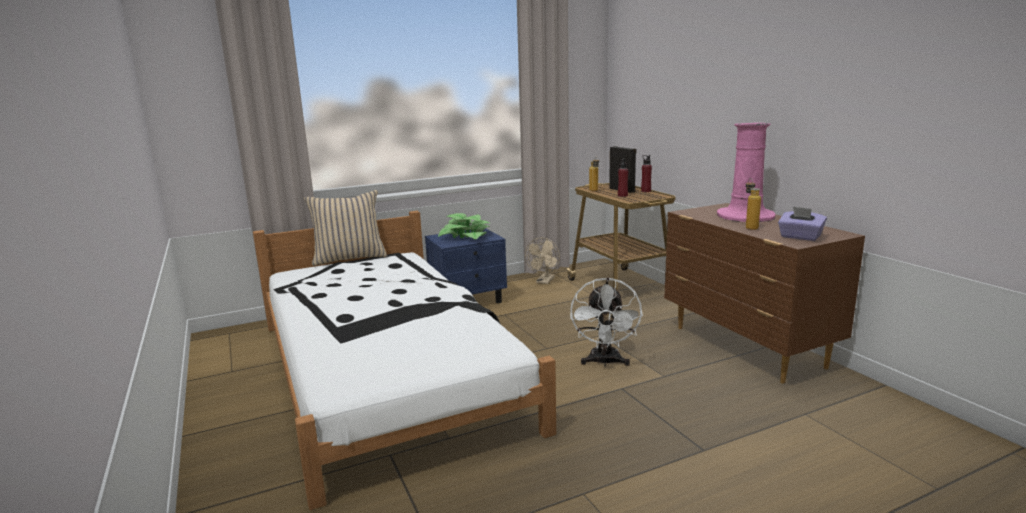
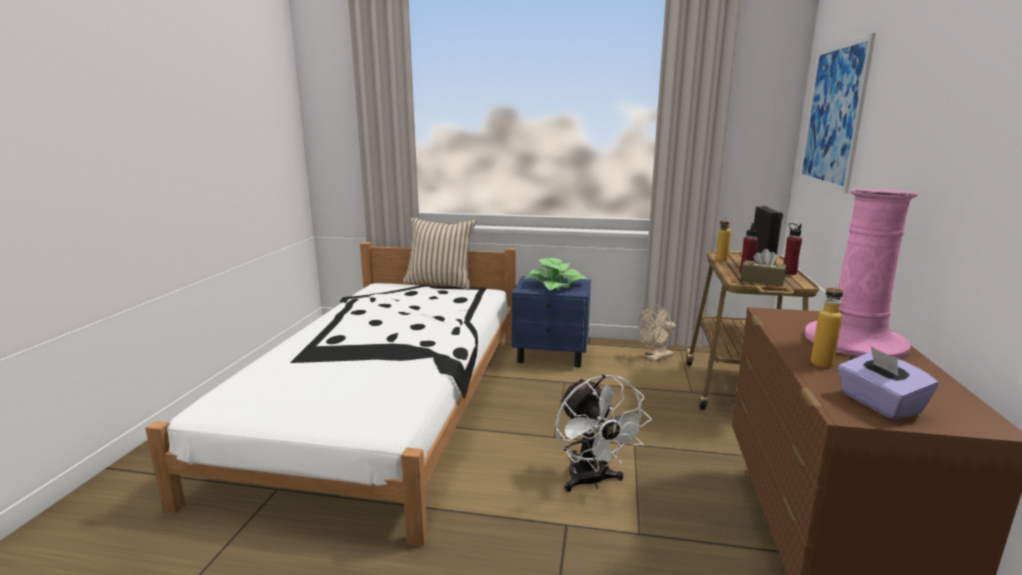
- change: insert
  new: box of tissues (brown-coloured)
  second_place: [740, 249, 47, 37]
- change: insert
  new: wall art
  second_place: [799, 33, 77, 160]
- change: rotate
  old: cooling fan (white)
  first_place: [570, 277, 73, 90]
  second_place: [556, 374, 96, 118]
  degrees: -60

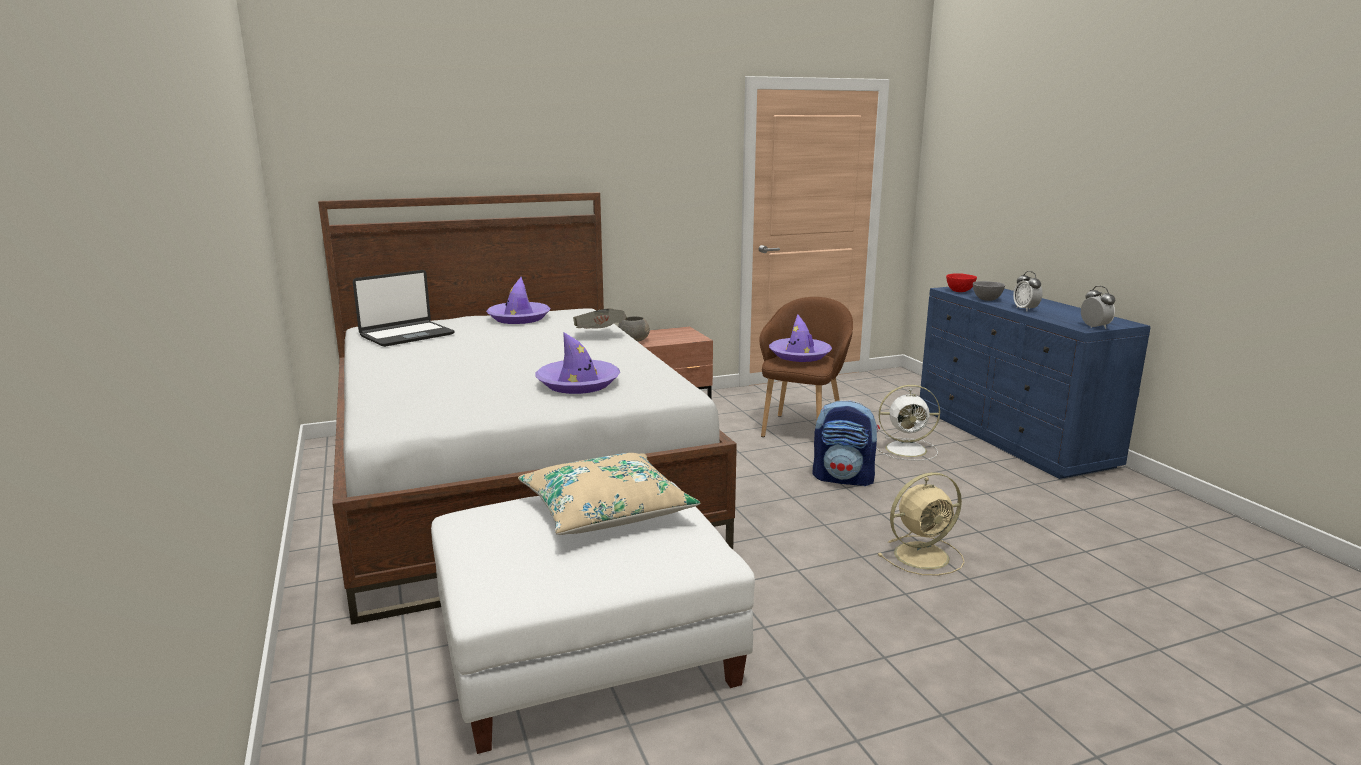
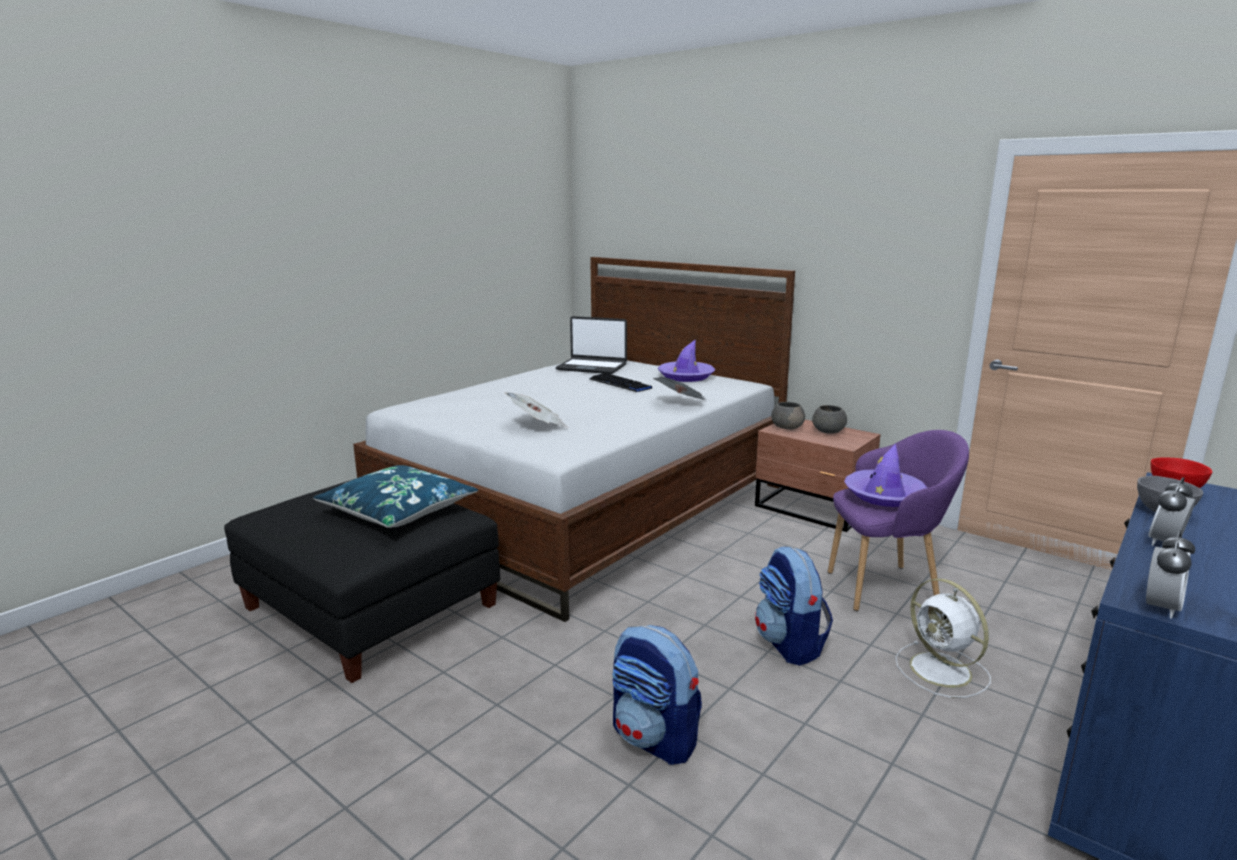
- change: insert
  new: keyboard
  second_place: [589, 373, 63, 19]
- change: insert
  new: bowl (greyish)
  second_place: [812, 405, 35, 29]
- change: replace
  old: wearable hat (purplish)
  new: printed paper
  first_place: [535, 332, 85, 62]
  second_place: [504, 392, 64, 35]
- change: replace
  old: cooling fan (beige-coloured)
  new: backpack
  first_place: [877, 472, 88, 103]
  second_place: [613, 625, 89, 140]
- change: recolor
  old: pouffe (white)
  new: pouffe (black)
  first_place: [431, 481, 324, 273]
  second_place: [224, 479, 276, 204]
- change: recolor
  old: cushion (beige-coloured)
  new: cushion (blue-coloured)
  first_place: [518, 453, 182, 82]
  second_place: [313, 465, 165, 63]
- change: recolor
  old: easy chair (brown-coloured)
  new: easy chair (purplish)
  first_place: [759, 297, 94, 140]
  second_place: [828, 430, 141, 181]

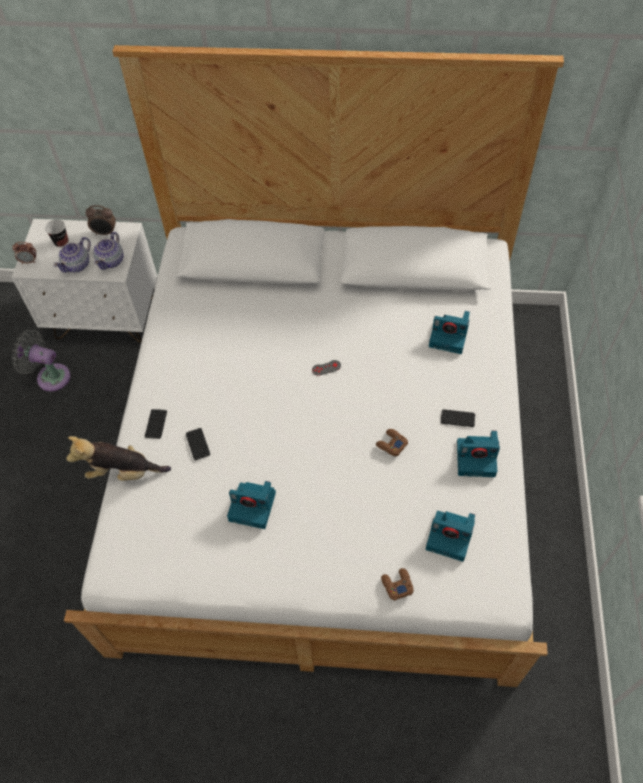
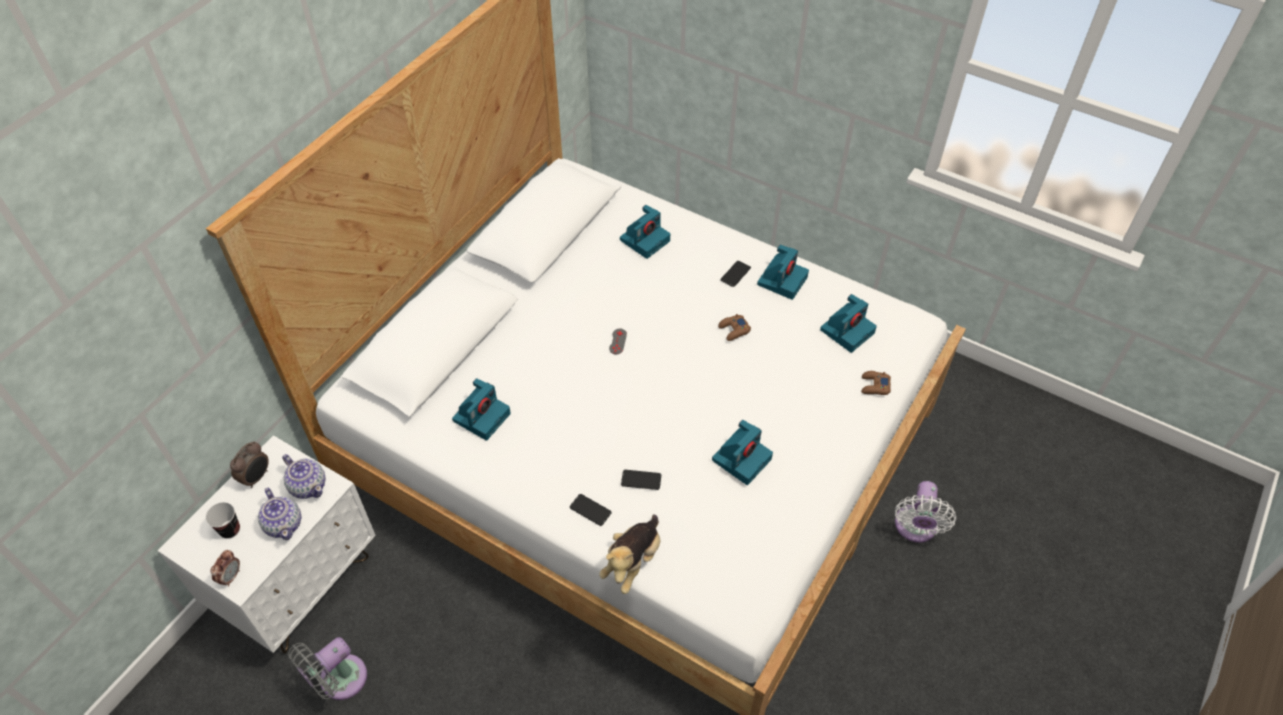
- change: insert
  new: still camera
  second_place: [452, 378, 59, 63]
- change: insert
  new: cooling fan (white)
  second_place: [895, 481, 61, 62]

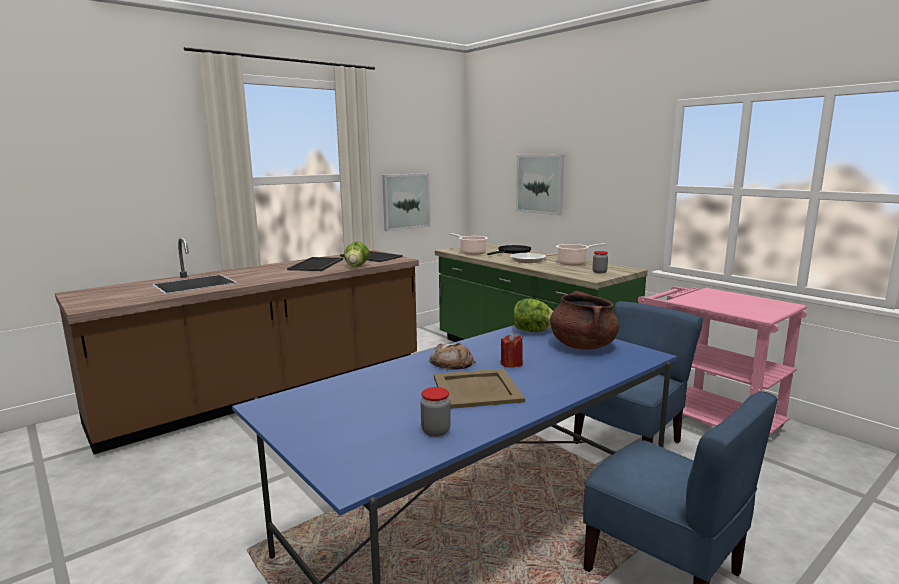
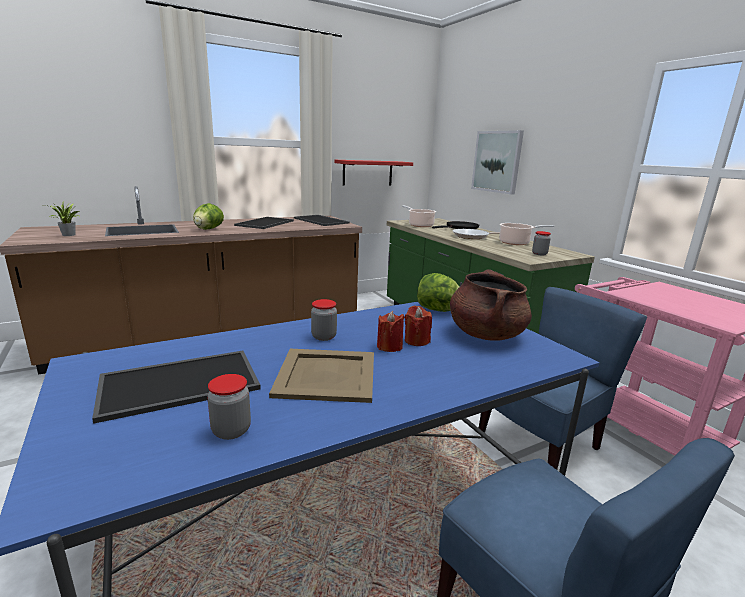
- change: insert
  new: potted plant
  second_place: [46, 201, 34, 35]
- change: insert
  new: serving tray
  second_place: [92, 351, 169, 73]
- change: insert
  new: candle (red)
  second_place: [405, 306, 27, 40]
- change: move
  old: head of lettuce
  first_place: [344, 241, 26, 26]
  second_place: [193, 203, 31, 27]
- change: replace
  old: wall art
  new: wall shelf (red)
  first_place: [382, 173, 49, 58]
  second_place: [335, 160, 78, 26]
- change: replace
  old: baked bread
  new: preserve jar
  first_place: [429, 342, 46, 28]
  second_place: [311, 299, 26, 42]

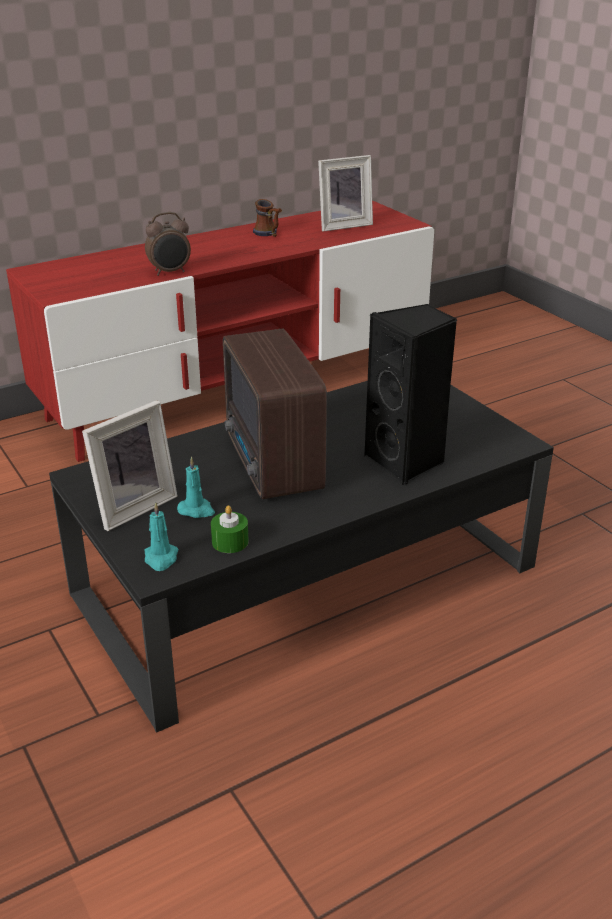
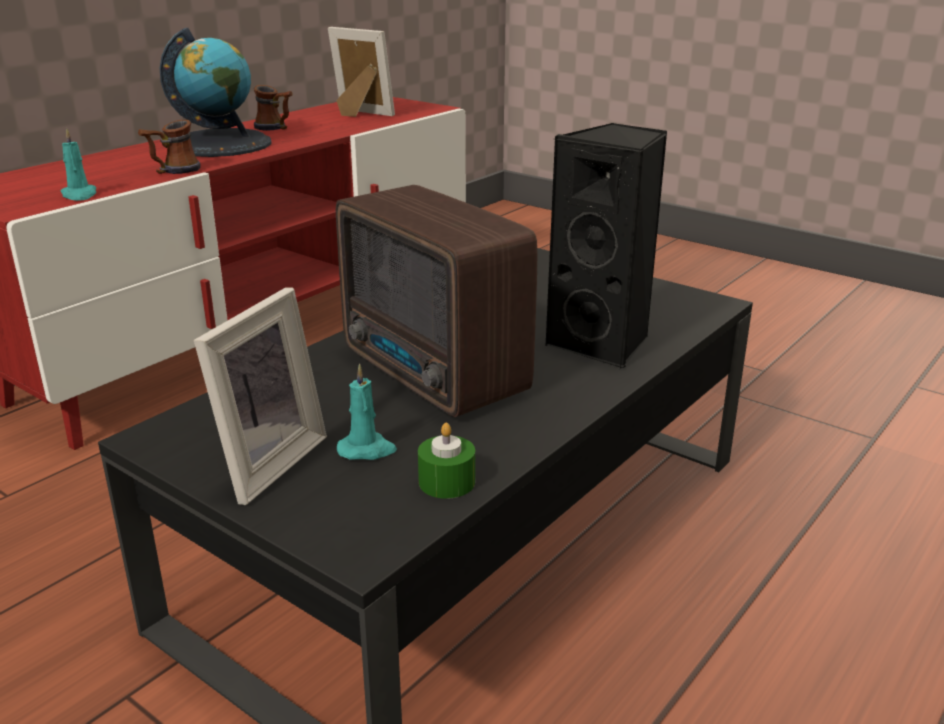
- change: insert
  new: desk globe
  second_place: [160, 28, 112, 129]
- change: move
  old: candle (blue-green)
  first_place: [145, 502, 34, 69]
  second_place: [61, 128, 35, 73]
- change: replace
  old: table clock
  new: coffee mug
  first_place: [145, 212, 46, 64]
  second_place: [138, 120, 63, 54]
- change: rotate
  old: photo frame
  first_place: [318, 155, 55, 77]
  second_place: [328, 27, 67, 90]
  degrees: -105

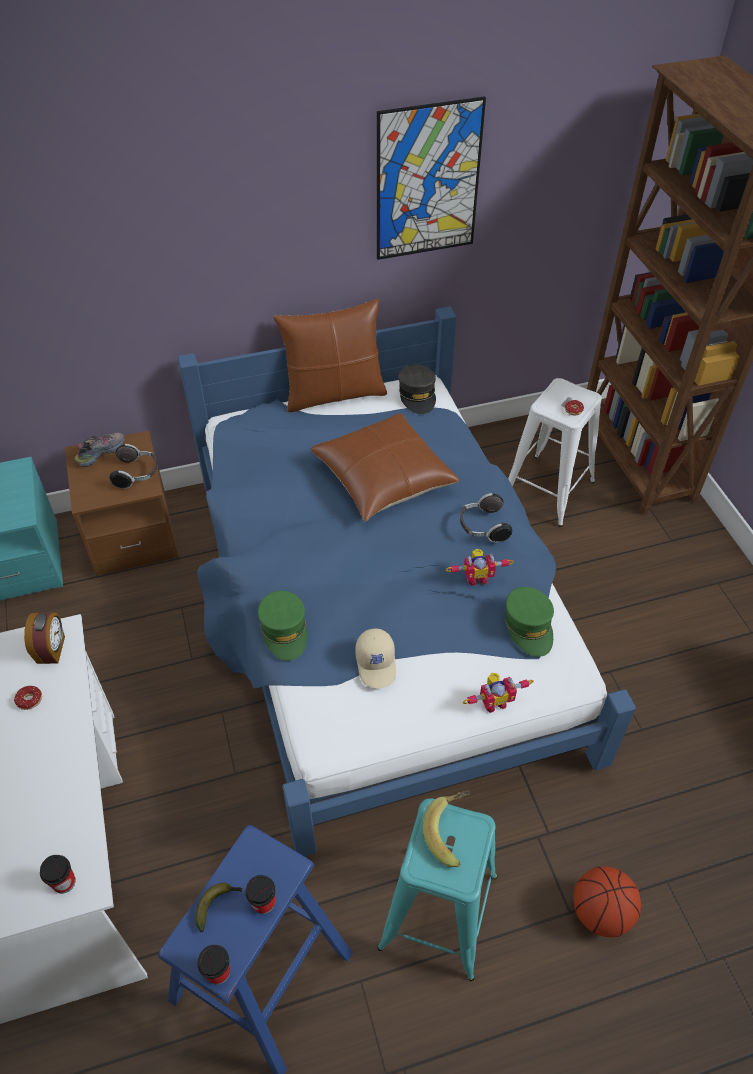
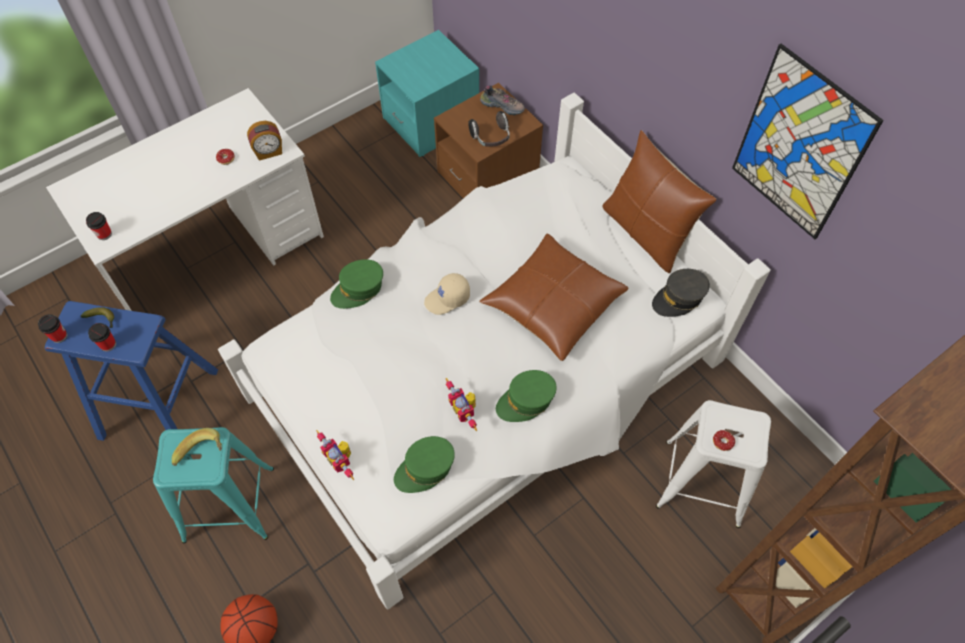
- change: move
  old: baseball cap (beige-coloured)
  first_place: [355, 629, 41, 59]
  second_place: [424, 273, 46, 42]
- change: replace
  old: pair of headphones
  new: baseball cap (green)
  first_place: [460, 493, 52, 50]
  second_place: [496, 370, 60, 52]
- change: recolor
  old: bedroom bed (blue-coloured)
  new: bedroom bed (white)
  first_place: [177, 306, 459, 550]
  second_place: [218, 93, 552, 517]

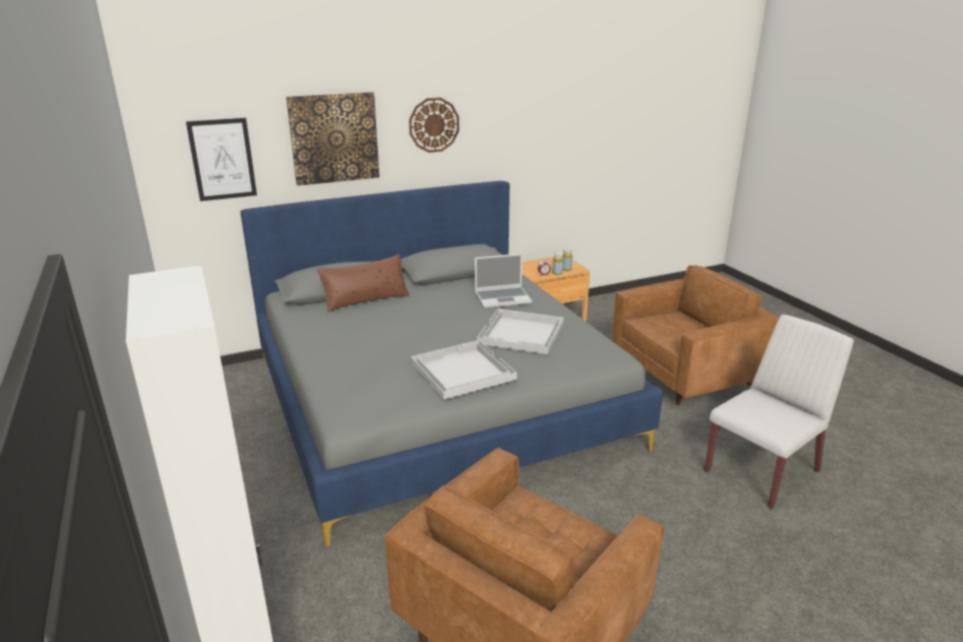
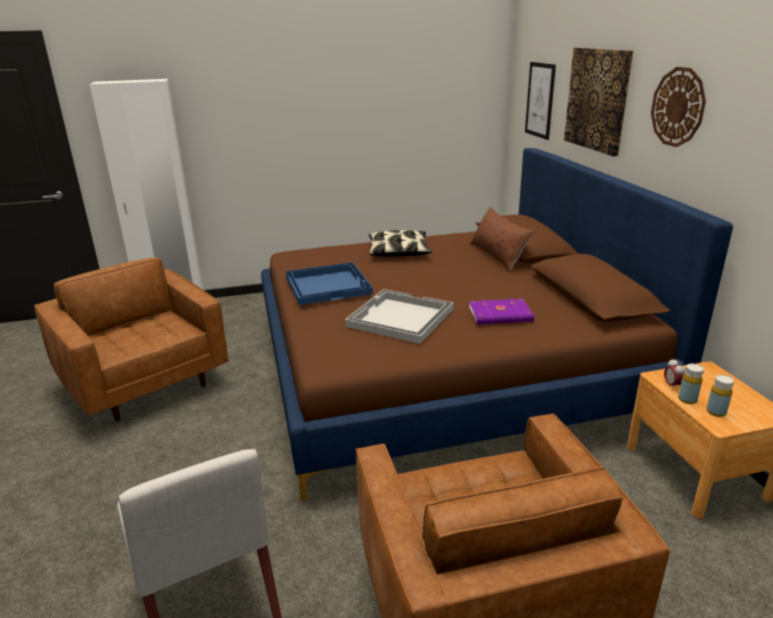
- change: insert
  new: cushion
  second_place: [369, 230, 63, 26]
- change: replace
  old: notebook computer
  new: bound book (purplish)
  first_place: [475, 254, 57, 54]
  second_place: [469, 299, 65, 26]
- change: recolor
  old: bedroom bed (greyish)
  new: bedroom bed (brown-coloured)
  first_place: [240, 181, 423, 366]
  second_place: [261, 148, 472, 353]
- change: recolor
  old: serving tray (white)
  new: serving tray (blue-coloured)
  first_place: [410, 340, 107, 60]
  second_place: [285, 262, 88, 43]

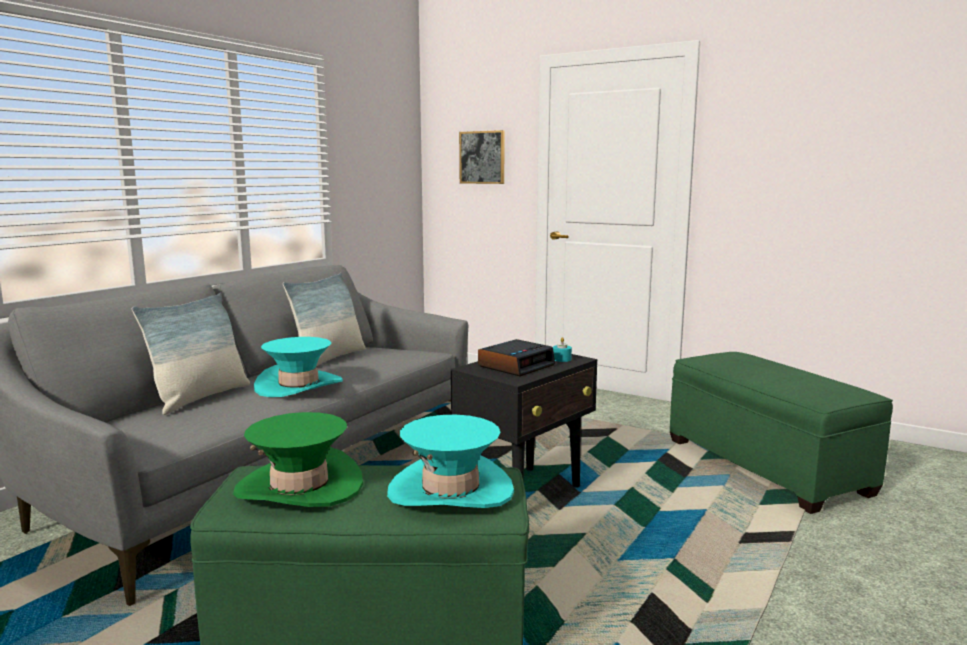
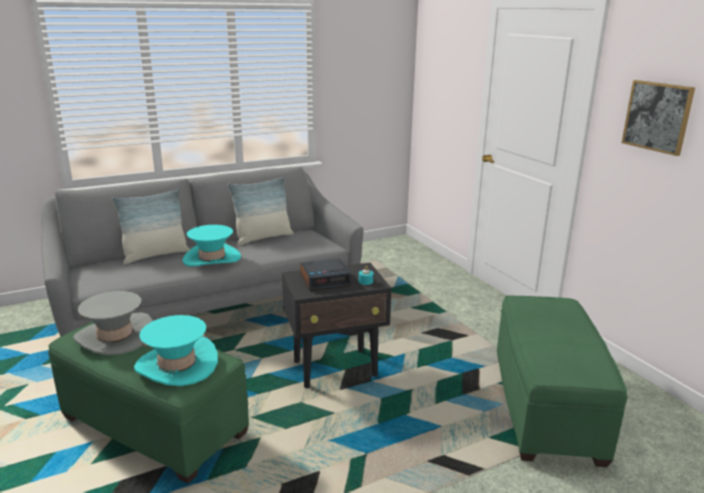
- change: move
  old: wall art
  first_place: [459, 130, 46, 54]
  second_place: [622, 80, 73, 76]
- change: recolor
  old: wearable hat (green)
  new: wearable hat (greyish)
  first_place: [233, 412, 130, 95]
  second_place: [73, 291, 80, 64]

